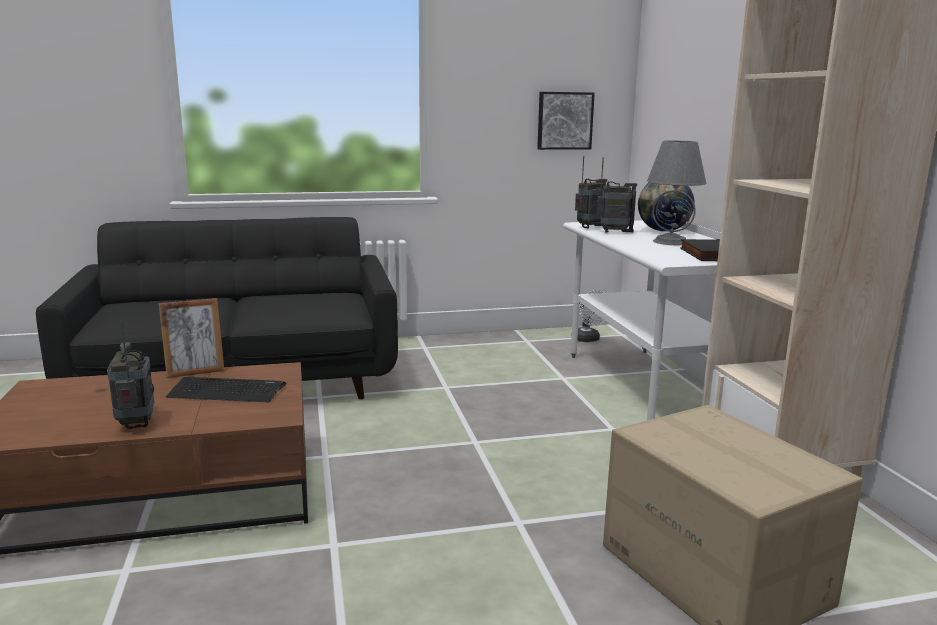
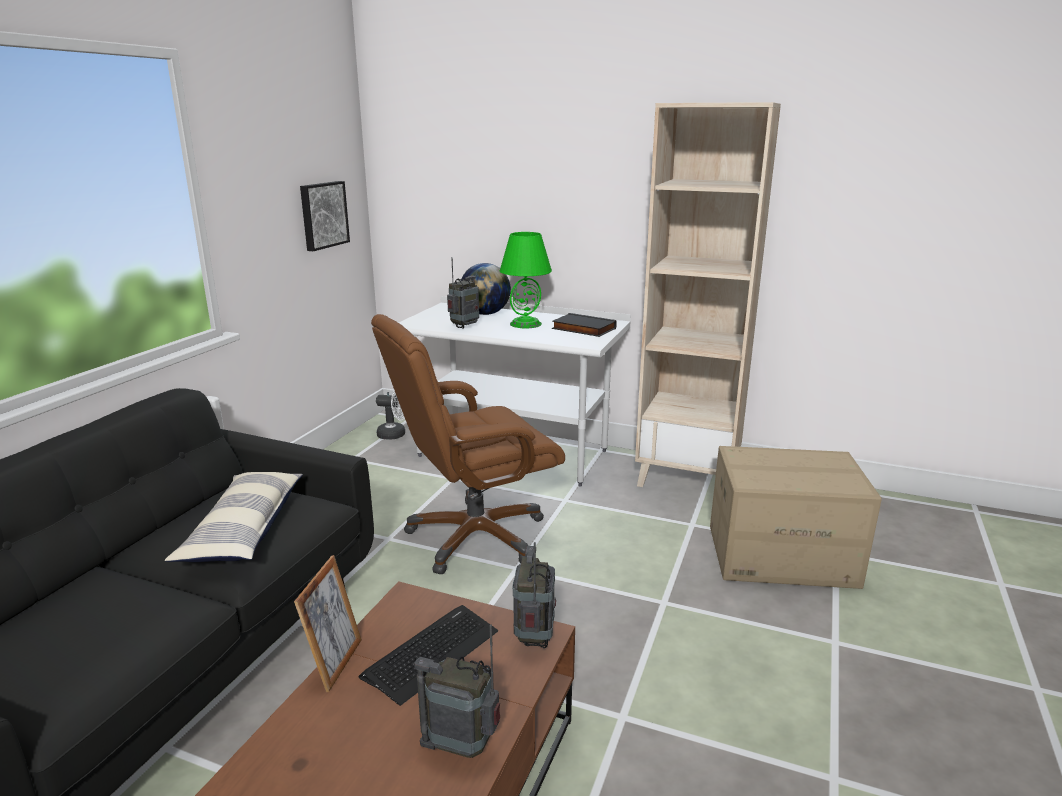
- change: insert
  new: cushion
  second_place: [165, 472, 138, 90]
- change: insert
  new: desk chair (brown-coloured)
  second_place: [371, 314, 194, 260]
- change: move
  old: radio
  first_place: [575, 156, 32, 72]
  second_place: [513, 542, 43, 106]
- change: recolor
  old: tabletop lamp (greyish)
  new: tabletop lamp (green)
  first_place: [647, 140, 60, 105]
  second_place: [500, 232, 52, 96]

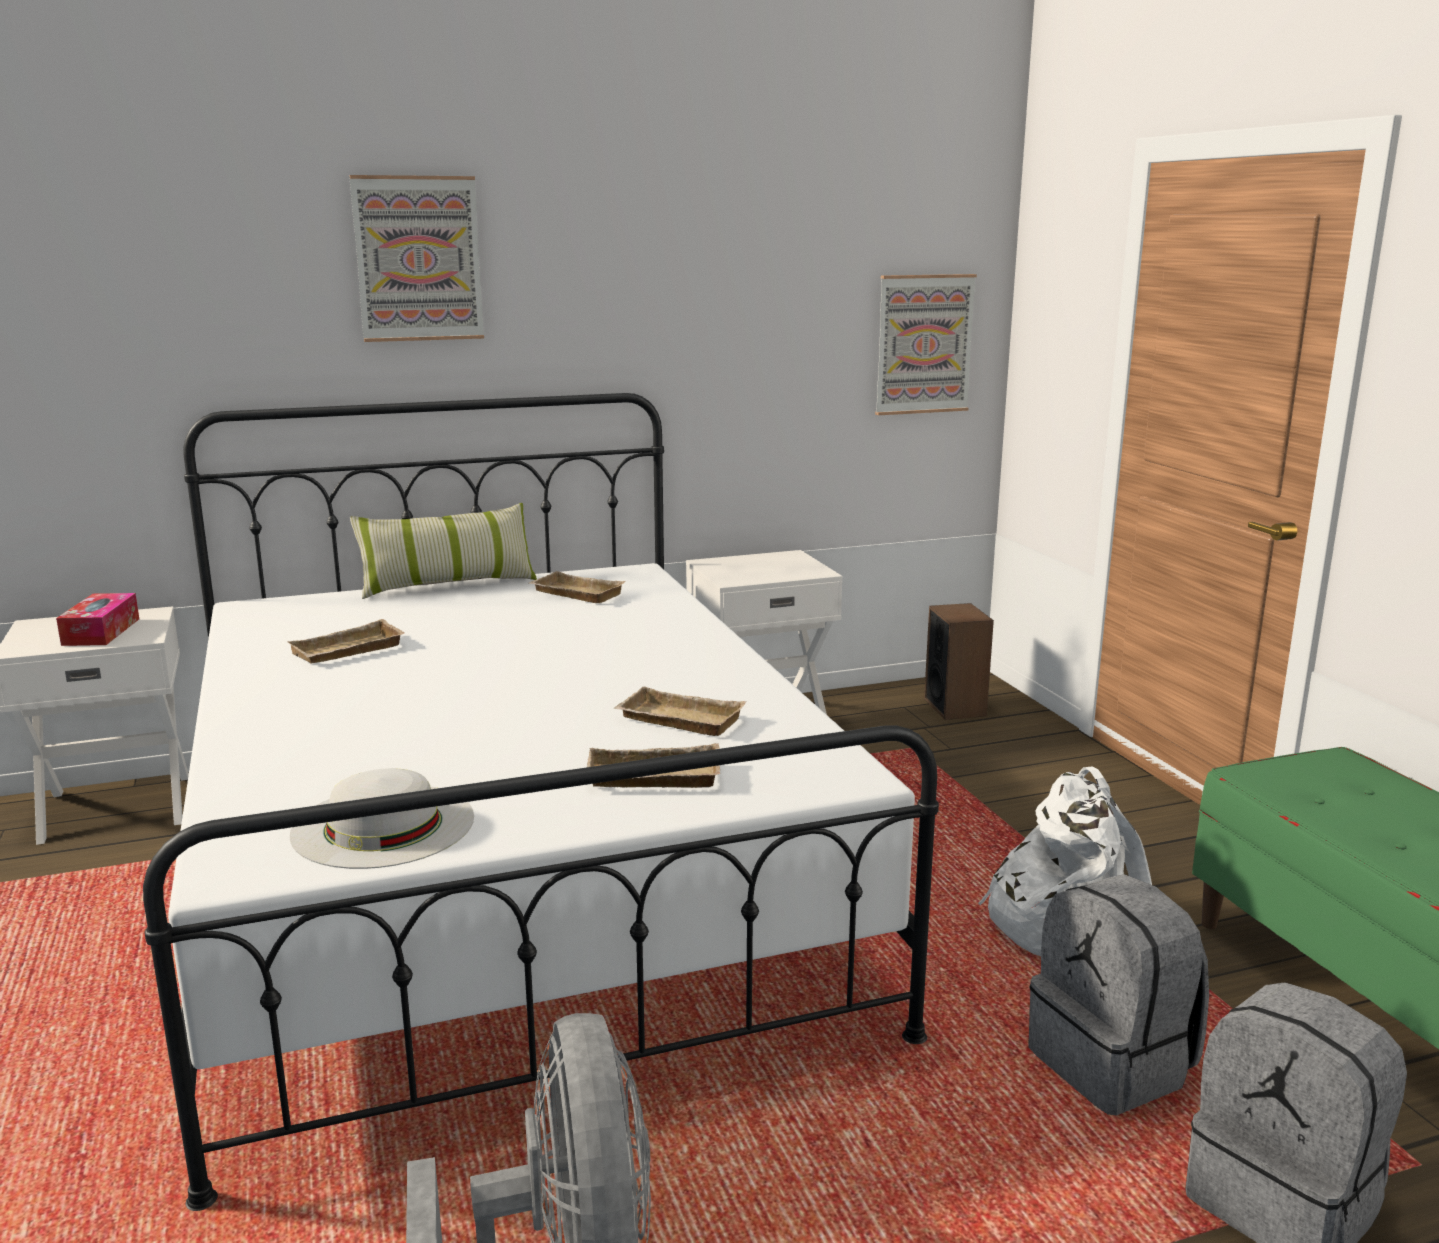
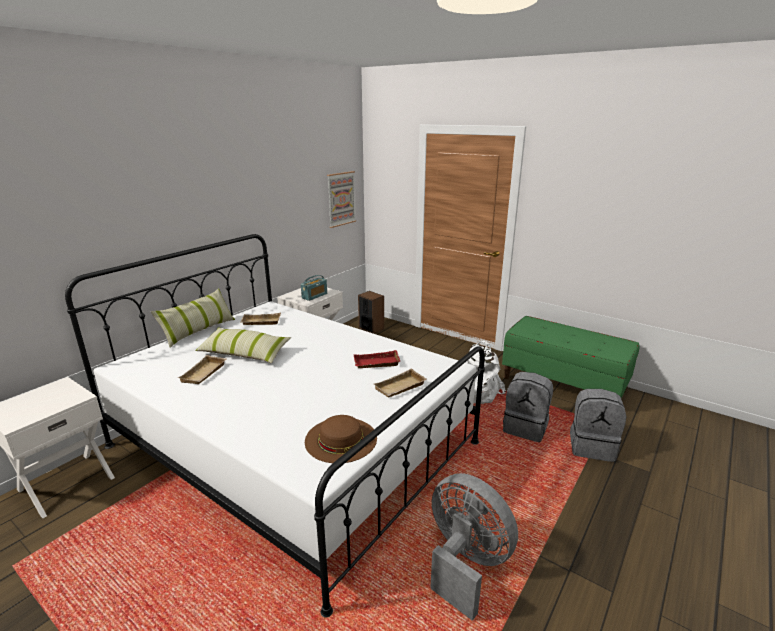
- change: delete
  old: box of tissues
  first_place: [56, 593, 83, 53]
- change: delete
  old: wall art
  first_place: [349, 175, 135, 167]
- change: insert
  new: cushion
  second_place: [195, 327, 96, 36]
- change: insert
  new: radio
  second_place: [301, 275, 26, 26]
- change: recolor
  old: wearable hat (white)
  new: wearable hat (brown-coloured)
  first_place: [290, 768, 184, 101]
  second_place: [305, 415, 72, 48]
- change: recolor
  old: serving tray (beige-coloured)
  new: serving tray (red)
  first_place: [614, 686, 132, 50]
  second_place: [354, 350, 47, 18]

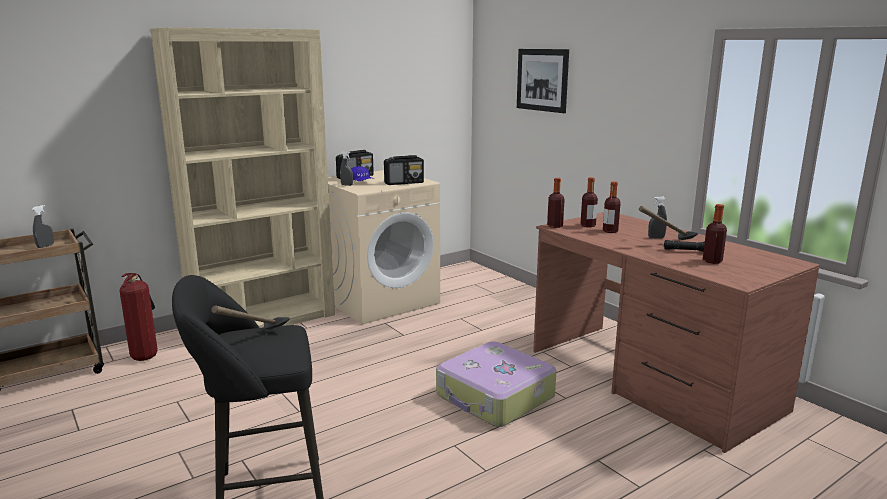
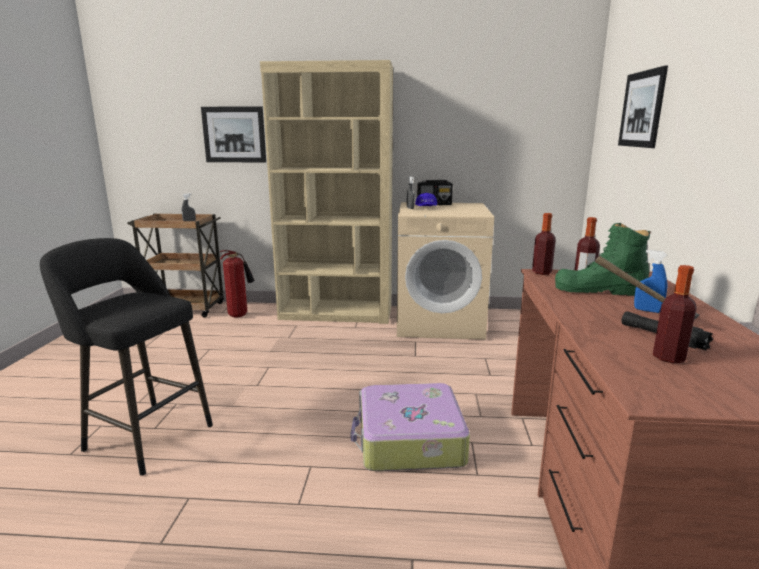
- change: delete
  old: hammer
  first_place: [211, 306, 79, 24]
- change: delete
  old: radio
  first_place: [384, 155, 40, 30]
- change: insert
  new: wall art
  second_place: [201, 106, 65, 56]
- change: replace
  old: bottle
  new: boot (green)
  first_place: [603, 181, 18, 52]
  second_place: [555, 223, 96, 73]
- change: recolor
  old: sprayer (greyish)
  new: sprayer (blue-coloured)
  first_place: [648, 197, 19, 42]
  second_place: [634, 250, 33, 63]

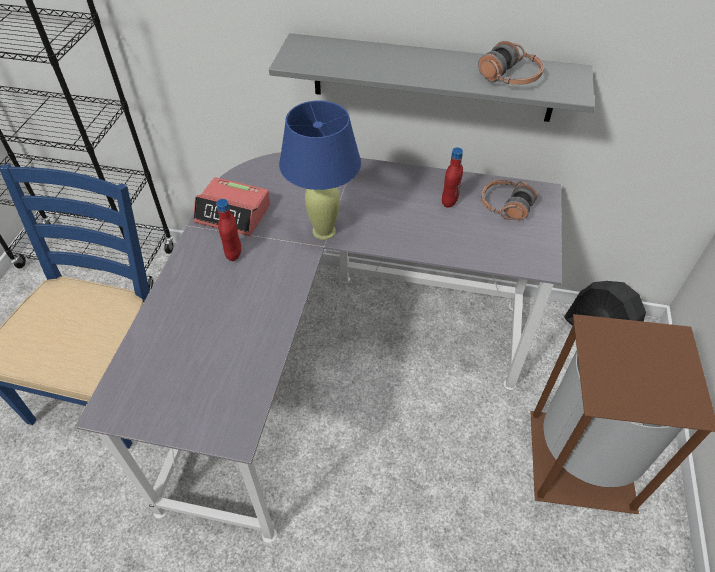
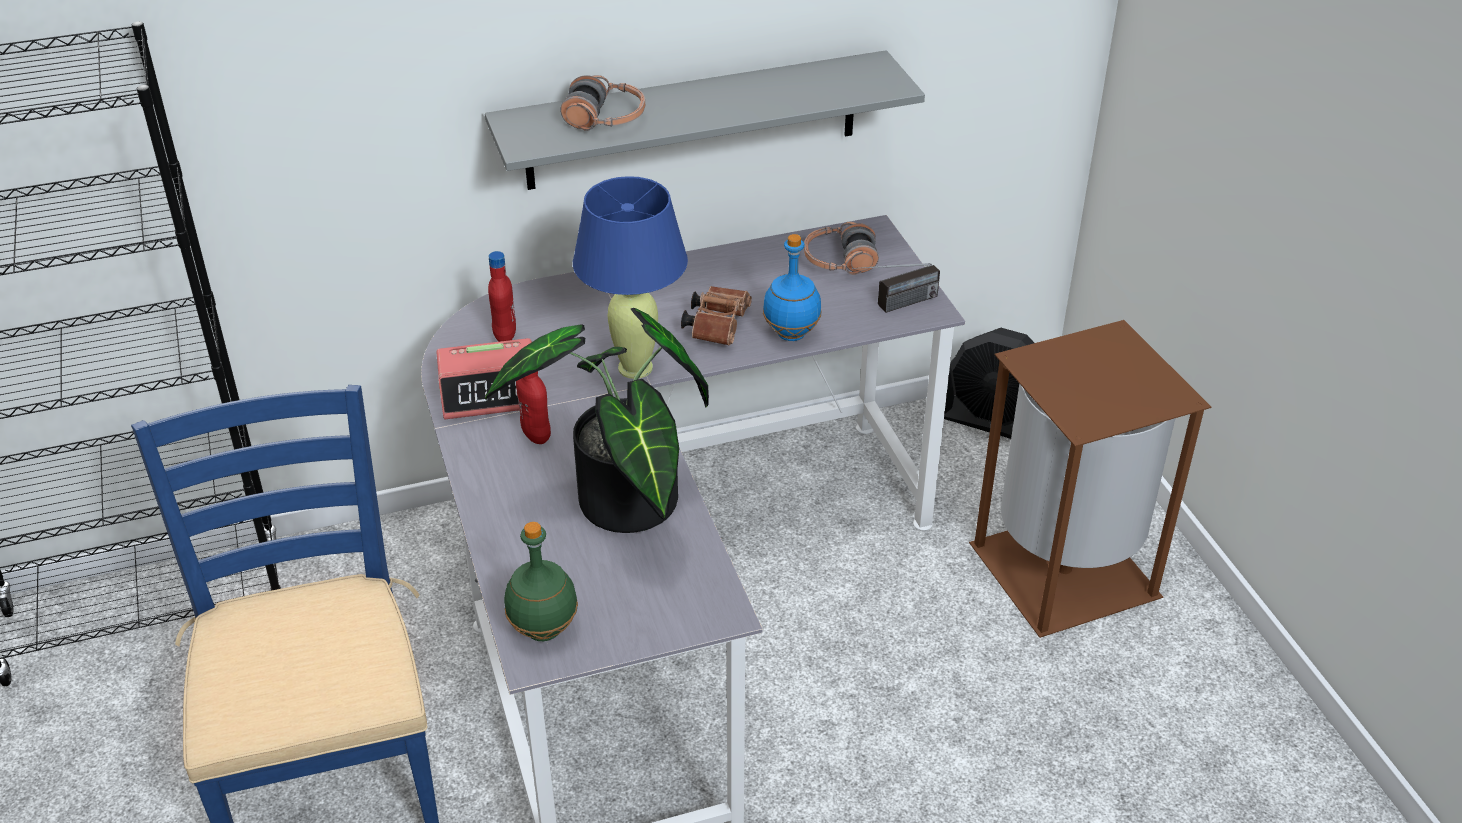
- change: insert
  new: potted plant
  second_place: [485, 308, 224, 225]
- change: insert
  new: bottle (green)
  second_place: [504, 522, 74, 119]
- change: insert
  new: pair of binoculars (brown-coloured)
  second_place: [681, 286, 71, 60]
- change: insert
  new: bottle (blue-coloured)
  second_place: [763, 234, 58, 107]
- change: insert
  new: radio
  second_place: [852, 263, 88, 50]
- change: move
  old: bottle (red)
  first_place: [442, 147, 21, 61]
  second_place: [488, 251, 28, 91]
- change: move
  old: pair of headphones
  first_place: [478, 41, 66, 44]
  second_place: [560, 75, 85, 56]

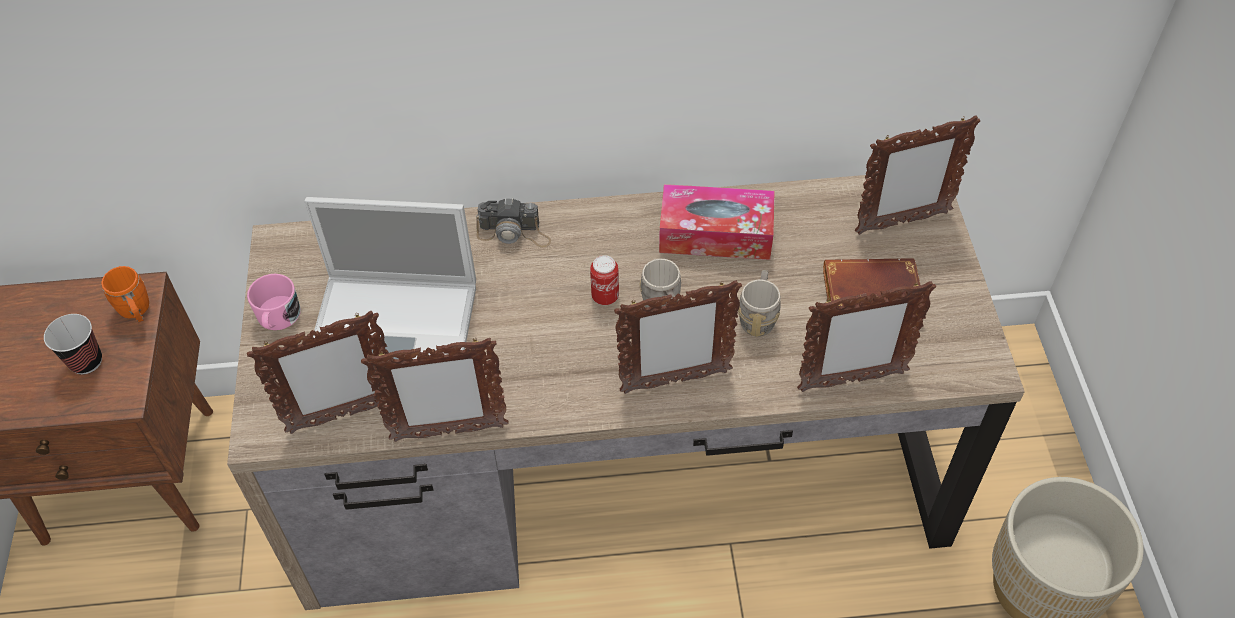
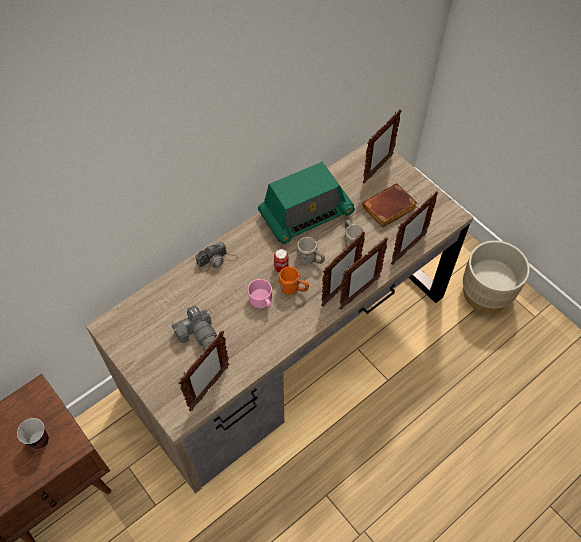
- change: move
  old: coffee mug (orange-coloured)
  first_place: [101, 266, 48, 57]
  second_place: [278, 267, 31, 28]
- change: move
  old: coffee mug (pink)
  first_place: [247, 274, 54, 56]
  second_place: [247, 279, 25, 29]
- change: move
  old: photo frame
  first_place: [361, 337, 148, 105]
  second_place: [339, 237, 50, 73]
- change: replace
  old: notebook computer
  new: still camera
  first_place: [304, 197, 172, 162]
  second_place: [172, 305, 45, 46]
- change: replace
  old: box of tissues
  new: radio
  first_place: [659, 184, 116, 76]
  second_place: [258, 162, 97, 82]

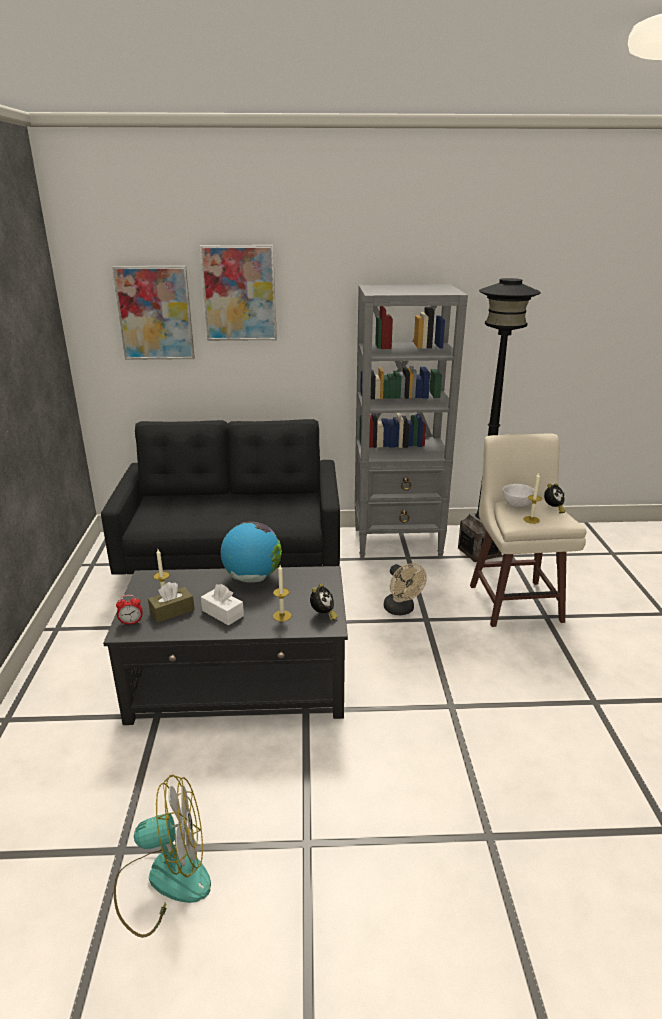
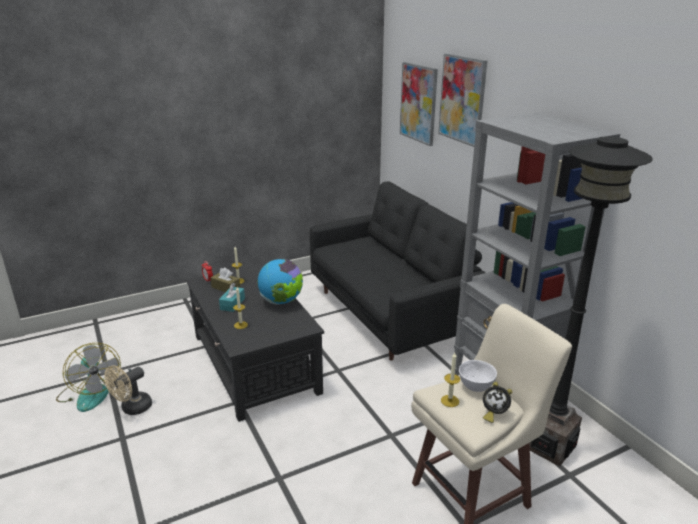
- change: delete
  old: table clock
  first_place: [310, 584, 28, 37]
- change: move
  old: cooling fan (beige-coloured)
  first_place: [384, 563, 43, 52]
  second_place: [104, 365, 48, 50]
- change: recolor
  old: box of tissues (white)
  new: box of tissues (blue-green)
  first_place: [201, 584, 43, 42]
  second_place: [219, 283, 26, 29]

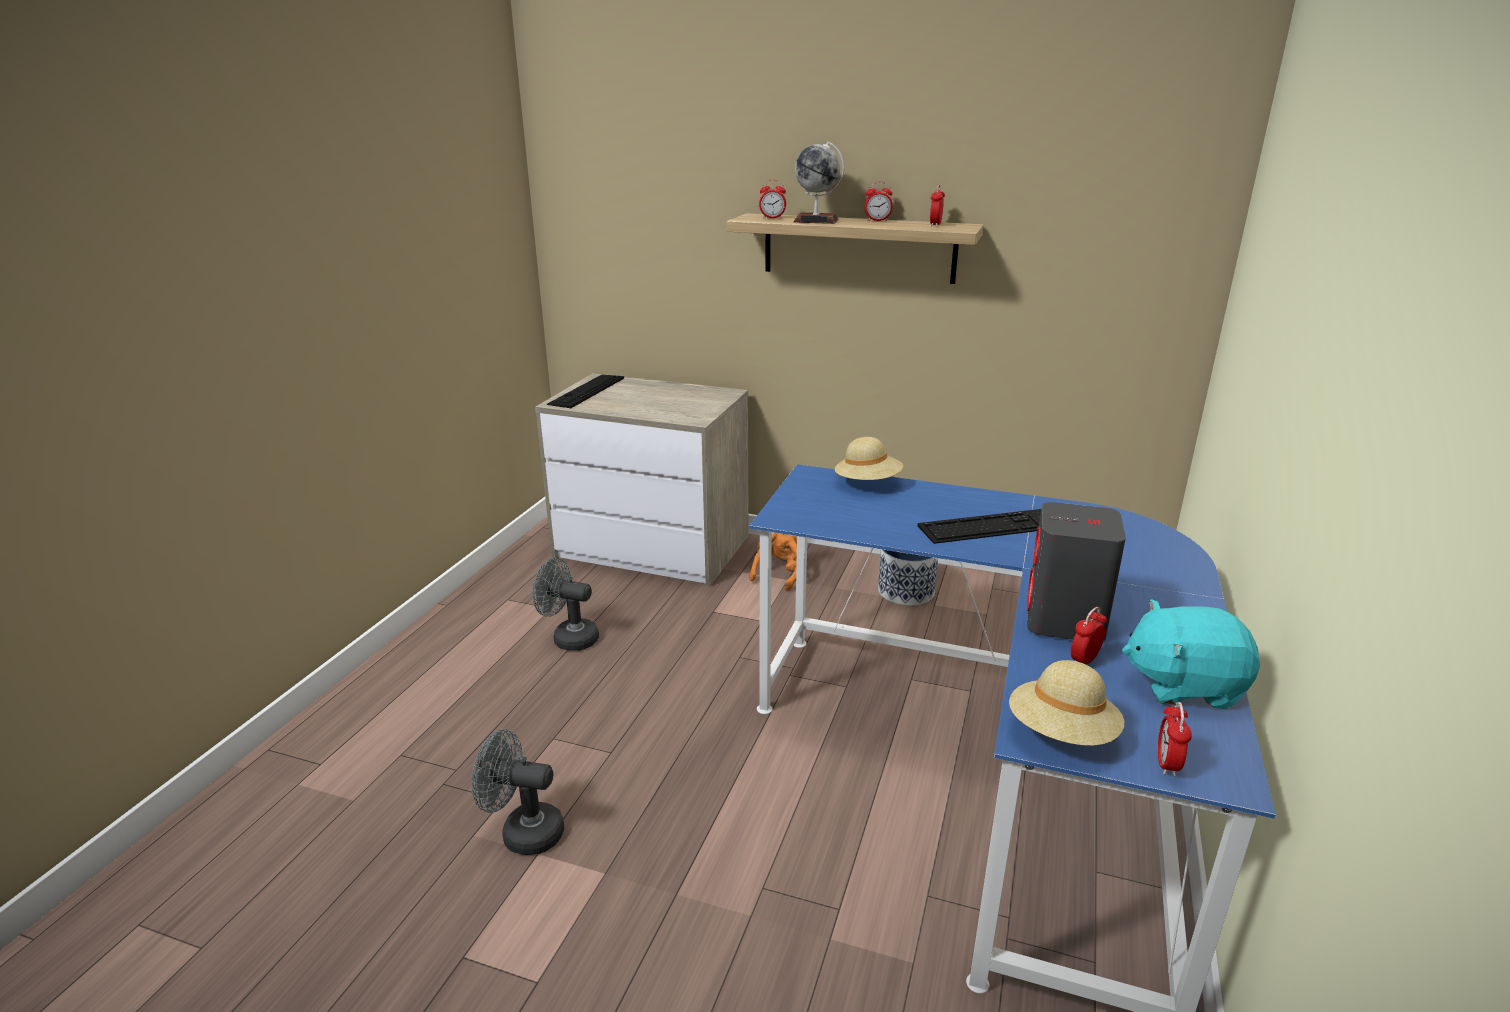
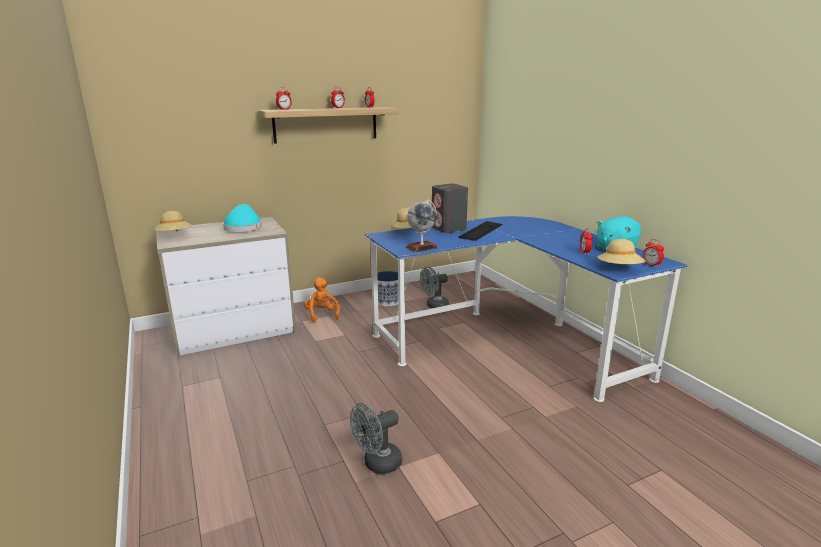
- change: insert
  new: wearable hat (blue-green)
  second_place: [223, 204, 39, 28]
- change: move
  old: cooling fan (greyish)
  first_place: [532, 558, 67, 93]
  second_place: [420, 267, 29, 41]
- change: move
  old: desk globe
  first_place: [793, 141, 51, 83]
  second_place: [406, 200, 32, 52]
- change: move
  old: audio speaker (greyish)
  first_place: [1027, 502, 99, 140]
  second_place: [432, 184, 36, 49]
- change: replace
  old: keyboard
  new: wearable hat (beige-coloured)
  first_place: [547, 375, 77, 33]
  second_place: [154, 211, 38, 20]

